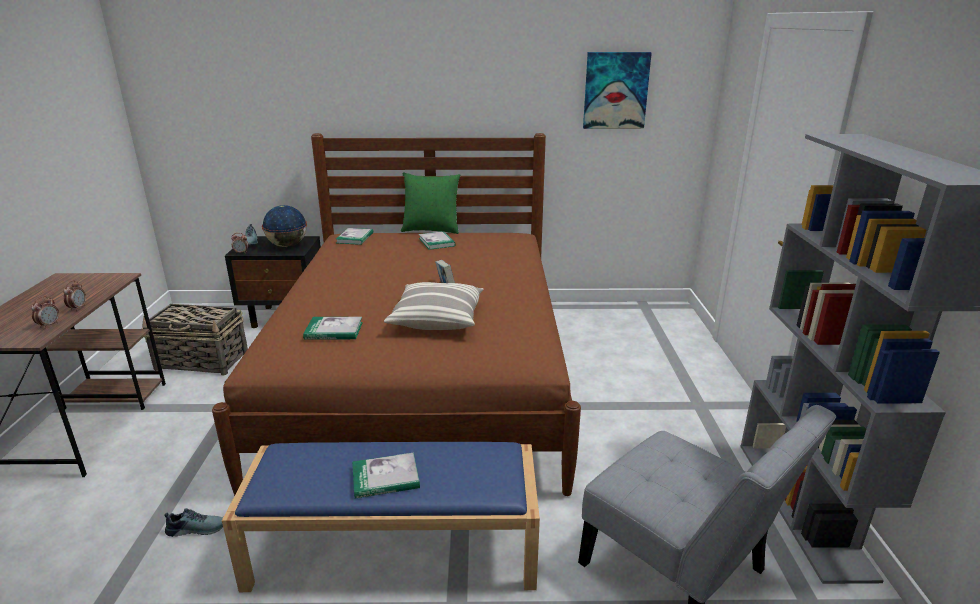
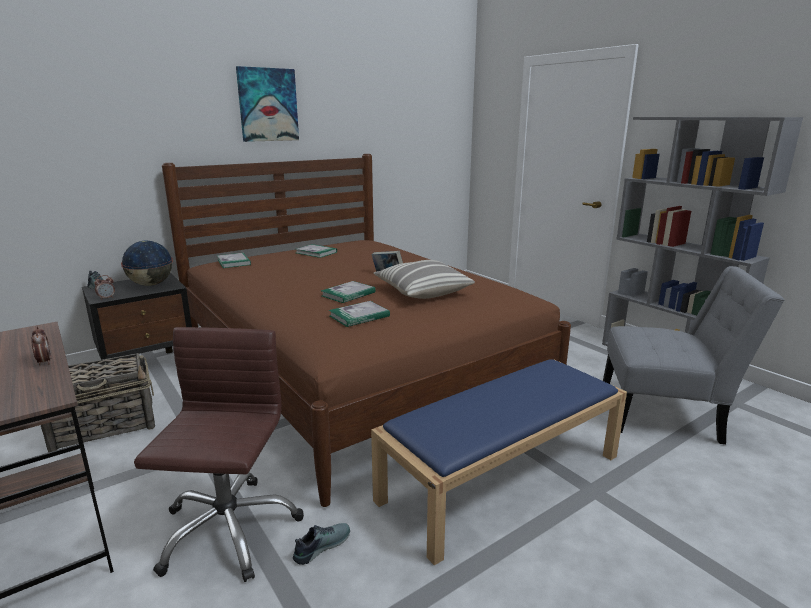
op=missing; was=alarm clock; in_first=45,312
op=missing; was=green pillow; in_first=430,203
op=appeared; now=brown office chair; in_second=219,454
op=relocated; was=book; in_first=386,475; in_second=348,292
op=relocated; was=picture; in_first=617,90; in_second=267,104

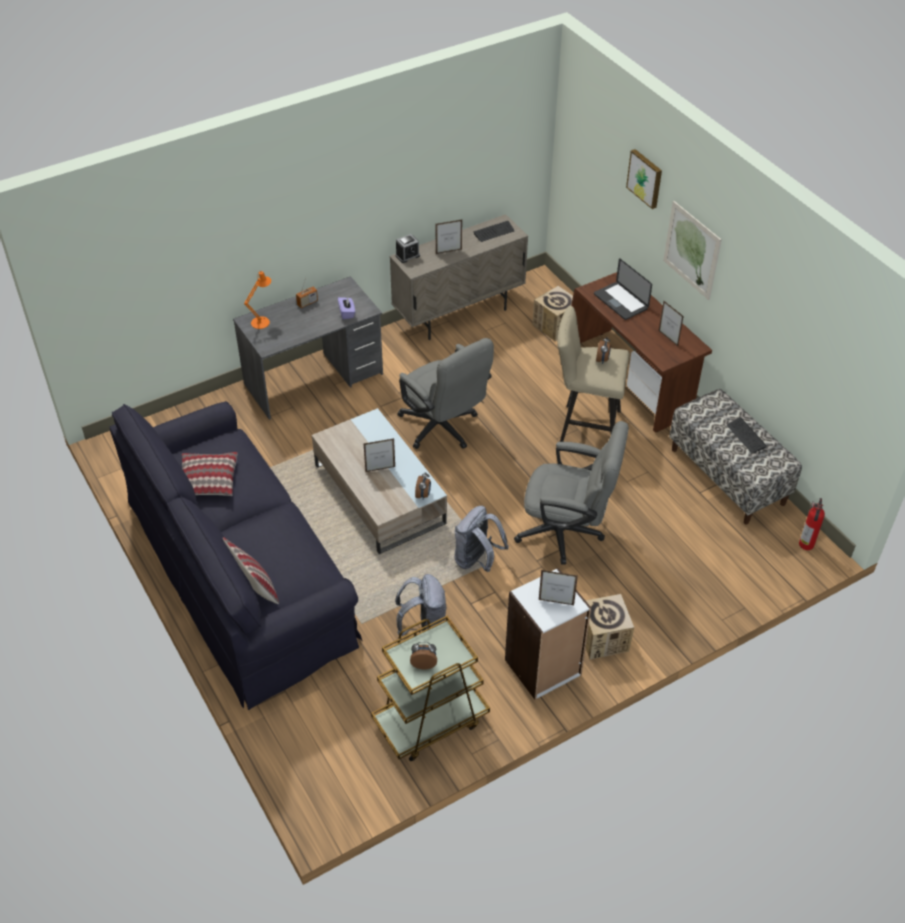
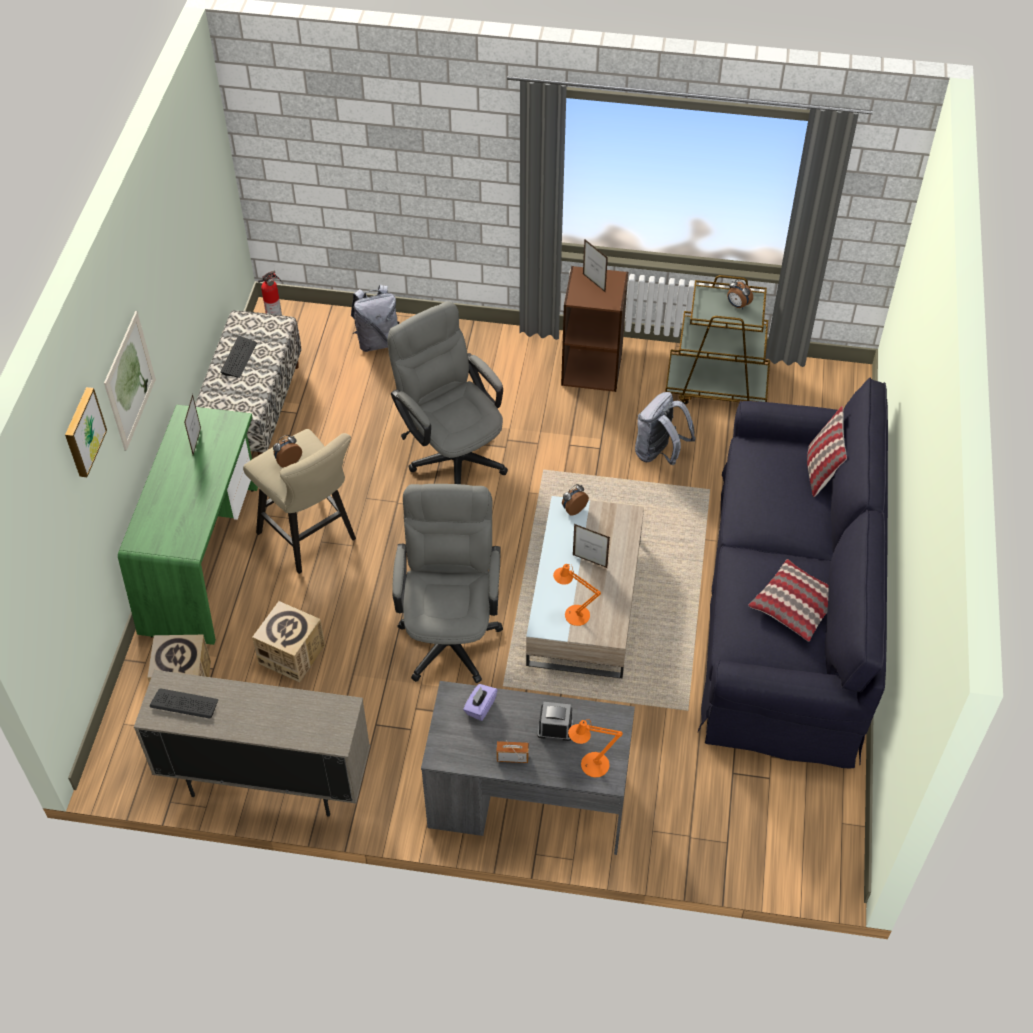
op=missing; was=picture frame; in_first=449,236
op=missing; was=laptop; in_first=623,289
op=appeared; now=orange table lamp; in_second=577,595
op=relocated; was=alarm clock; in_first=407,248; in_second=555,721
op=relocated; was=grey backpack; in_first=482,539; in_second=375,318
op=relocated; was=cardboard box; in_first=609,626; in_second=288,641
op=colour; was=white bookcase; now=brown bookcase; in_first=548,634; in_second=594,329
op=colour; was=brown desk; now=green desk; in_first=641,352; in_second=188,525

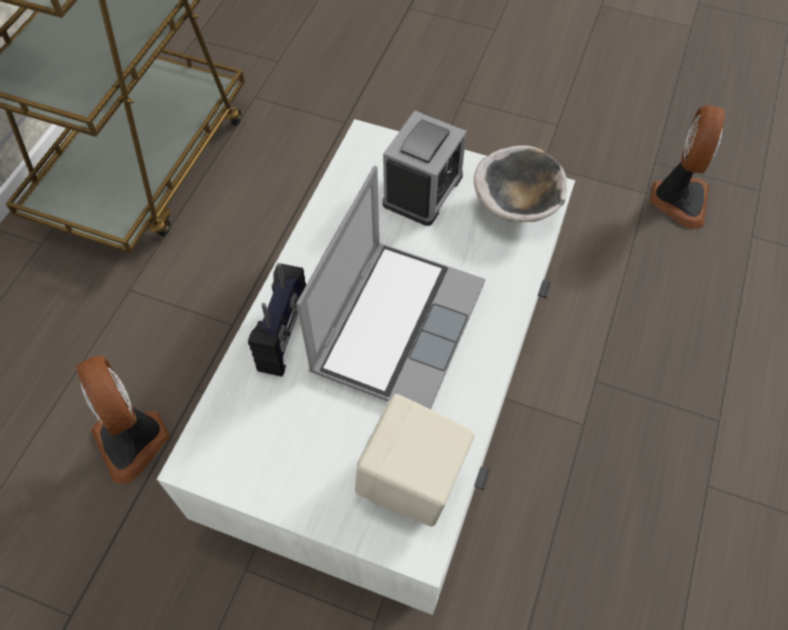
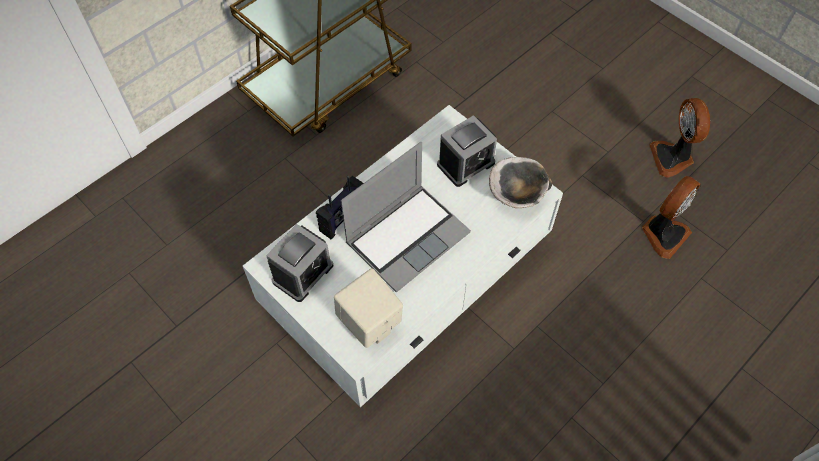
op=appeared; now=alarm clock; in_second=299,263
op=relocated; was=fan; in_first=122,420; in_second=679,137

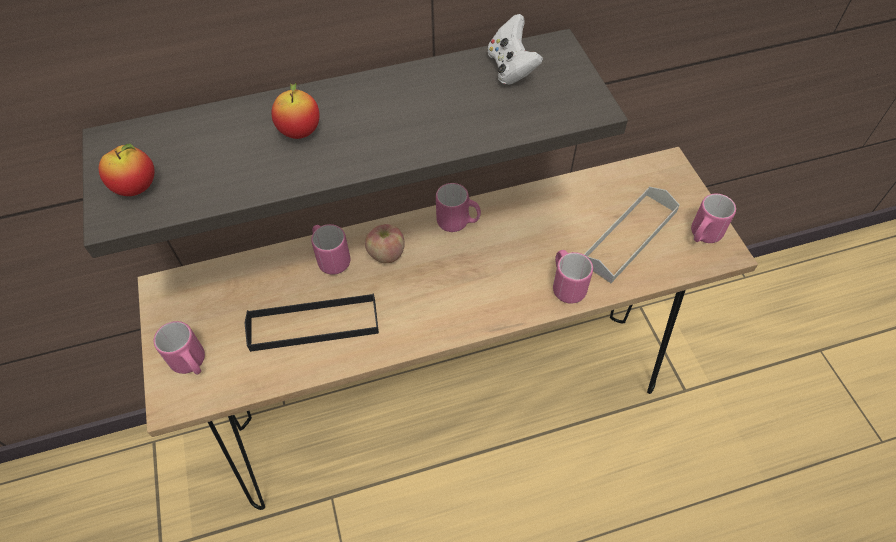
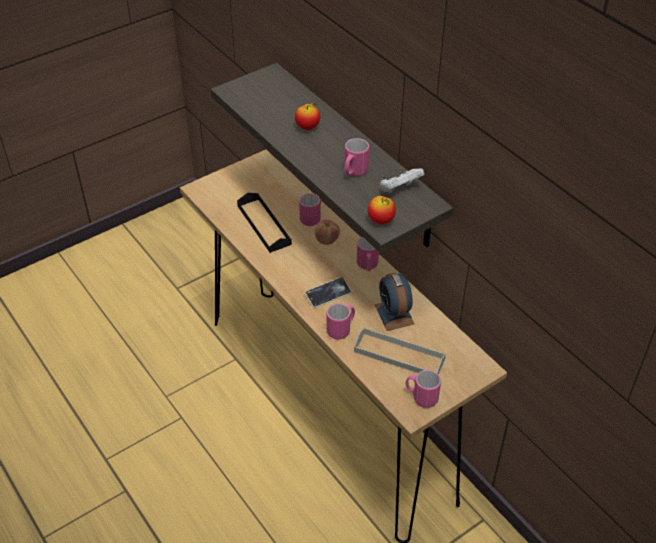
op=appeared; now=phone; in_second=328,292
op=appeared; now=alarm clock; in_second=394,302
op=relocated; was=apple; in_first=127,169; in_second=382,210
op=relocated; was=pink mug; in_first=179,348; in_second=356,157

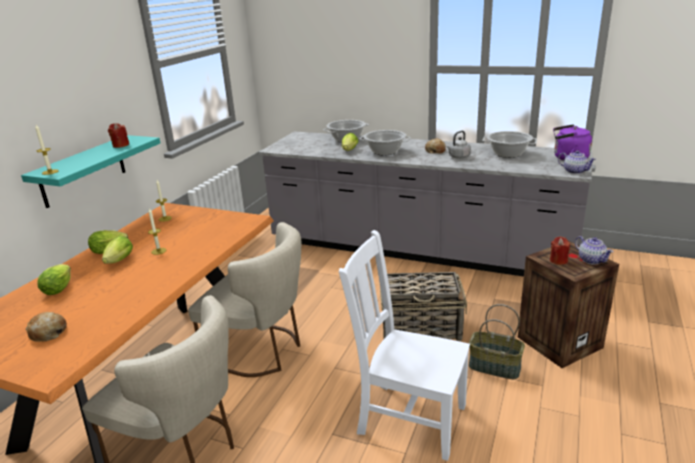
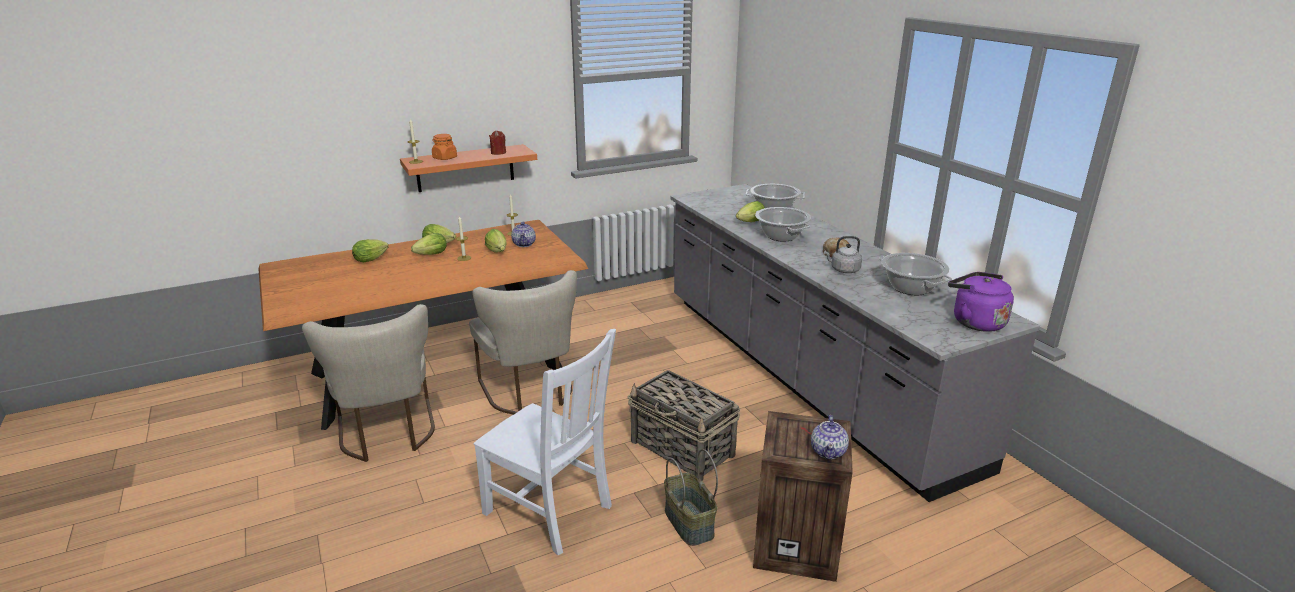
op=missing; was=bread; in_first=46,327
op=missing; was=red candle; in_first=560,250
op=appeared; now=orange jar; in_second=444,147
op=appeared; now=lettuce; in_second=495,241
op=relocated; was=teapot; in_first=577,162; in_second=523,234
op=colour; was=turquoise shelf; now=orange shelf; in_first=90,171; in_second=468,168
op=spun; was=white chair; in_first=404,345; in_second=544,442; clockwise=150

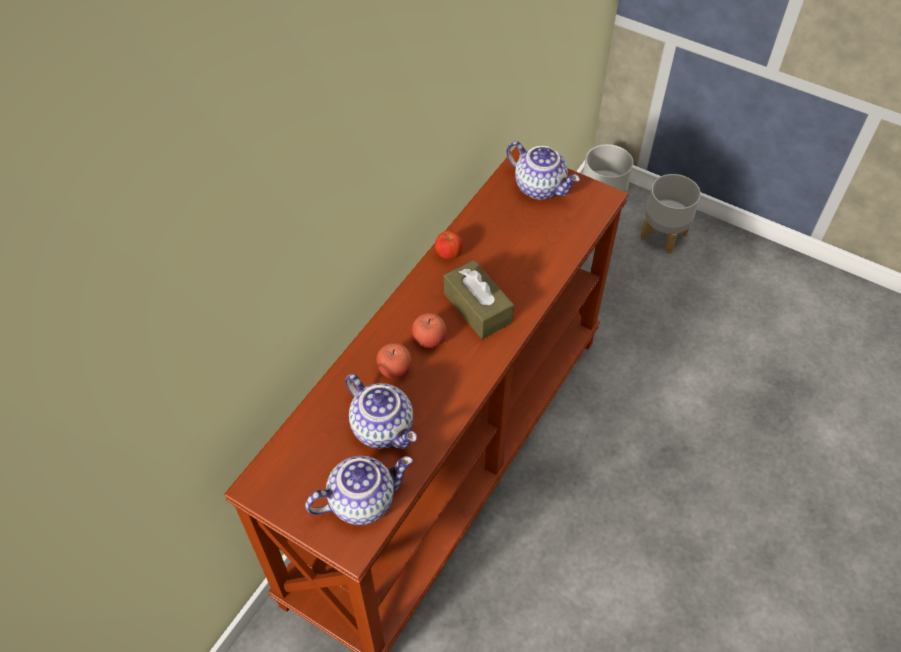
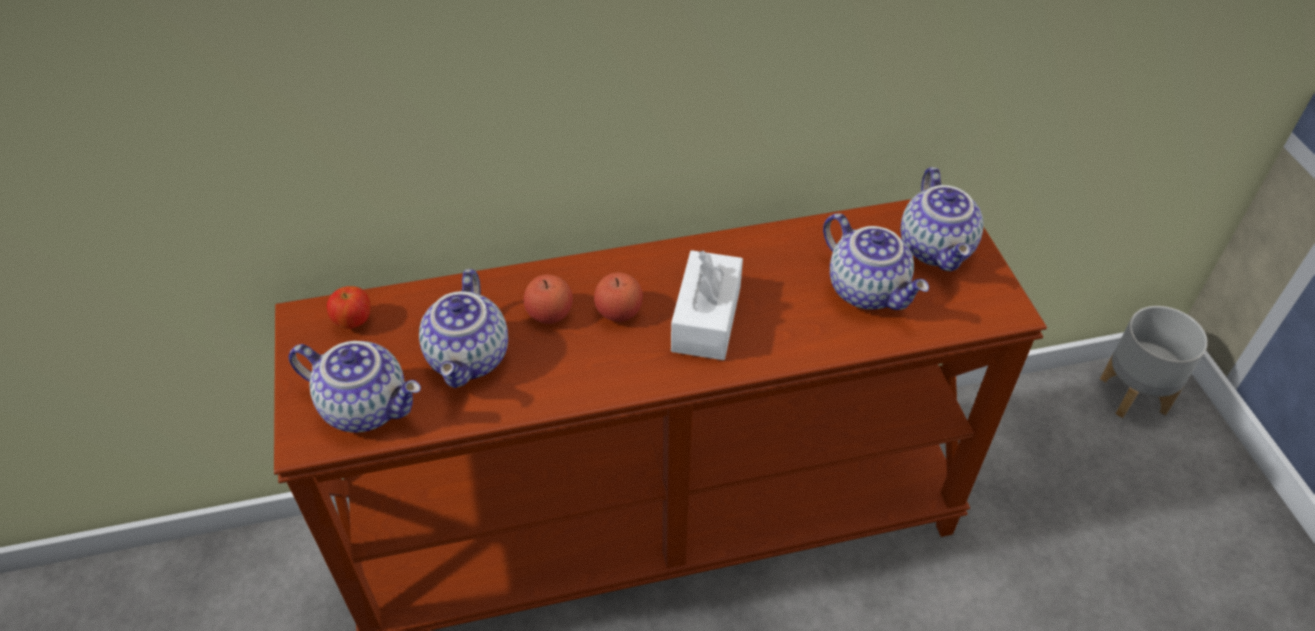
op=missing; was=grey planter; in_first=670,214
op=appeared; now=teapot; in_second=876,261
op=relocated; was=apple; in_first=449,244; in_second=349,307
op=colour; was=brown tissue box; now=white tissue box; in_first=479,299; in_second=707,305

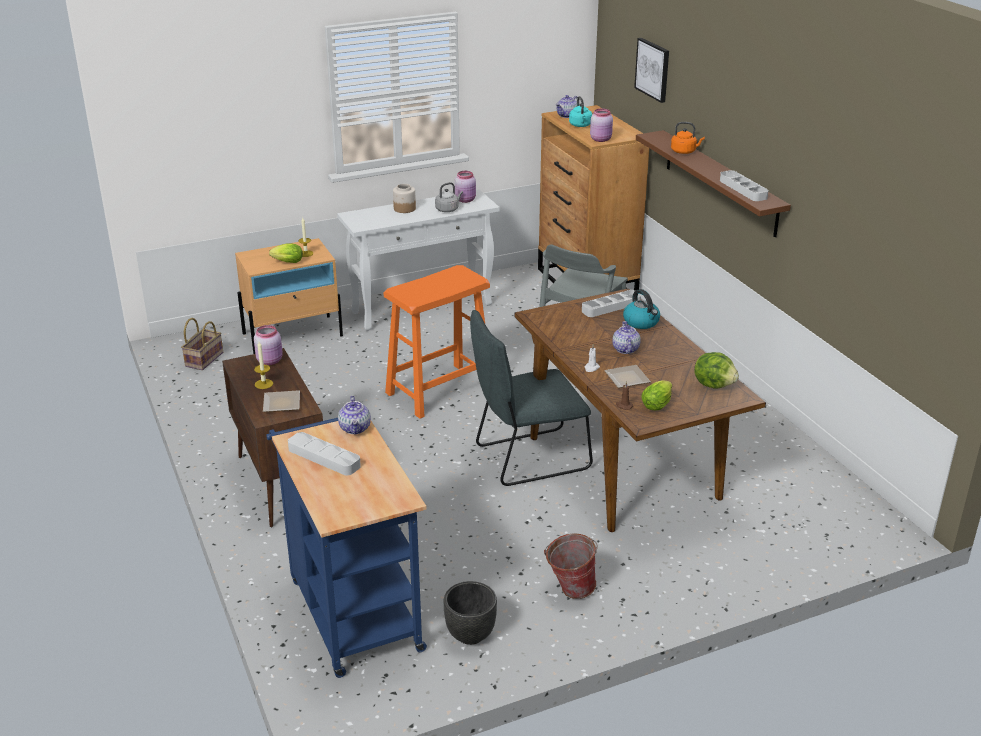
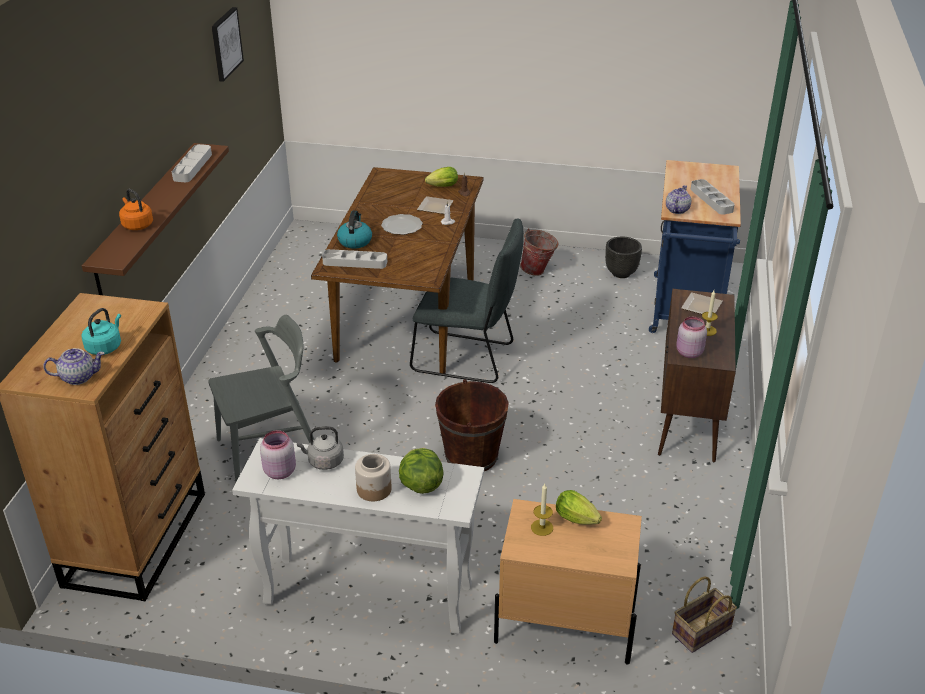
op=missing; was=pink jar; in_first=601,125
op=relocated; was=picture; in_first=651,70; in_second=227,44
op=relocated; was=lettuce; in_first=716,370; in_second=421,471
op=exchanged; was=orange stool; now=brown bucket; in_first=437,342; in_second=472,425
op=exchanged; was=teapot; now=plate; in_first=626,337; in_second=402,224

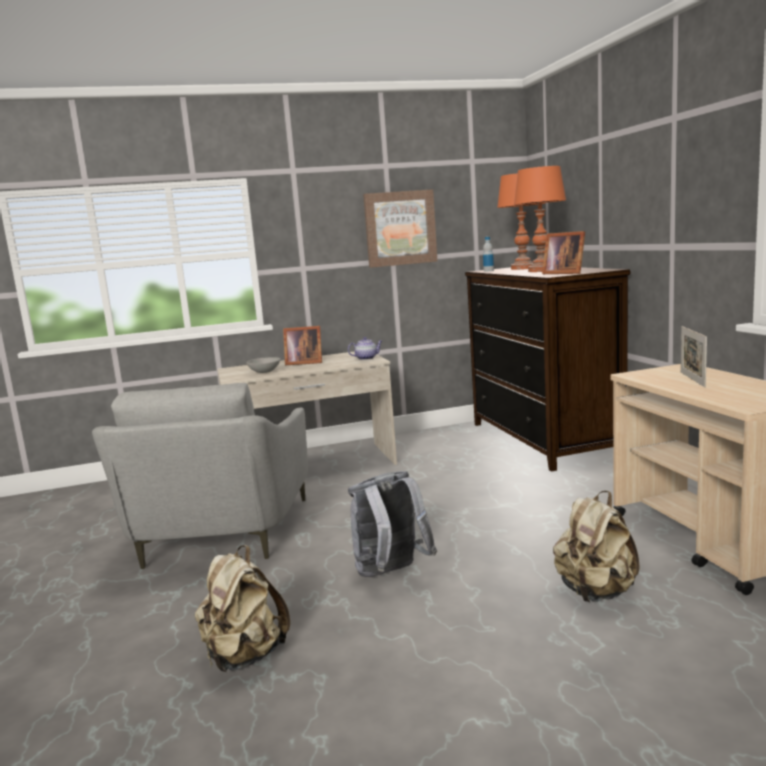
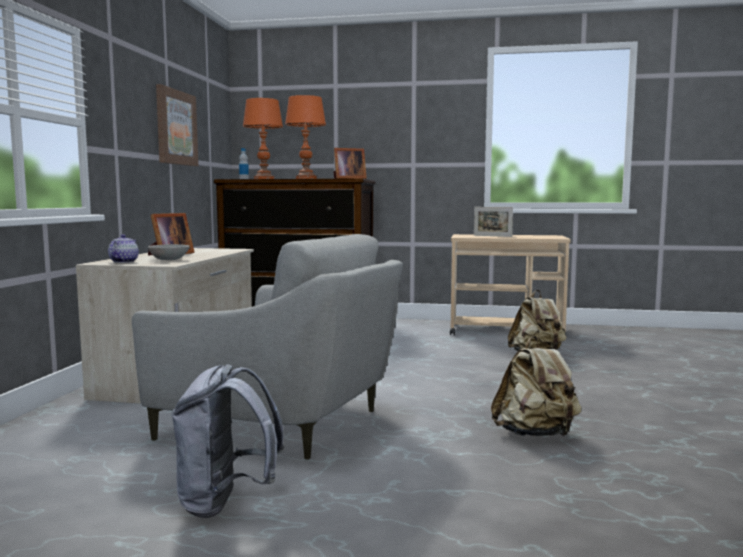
op=relocated; was=teapot; in_first=365,348; in_second=123,248
op=relocated; was=grey backpack; in_first=392,524; in_second=227,441

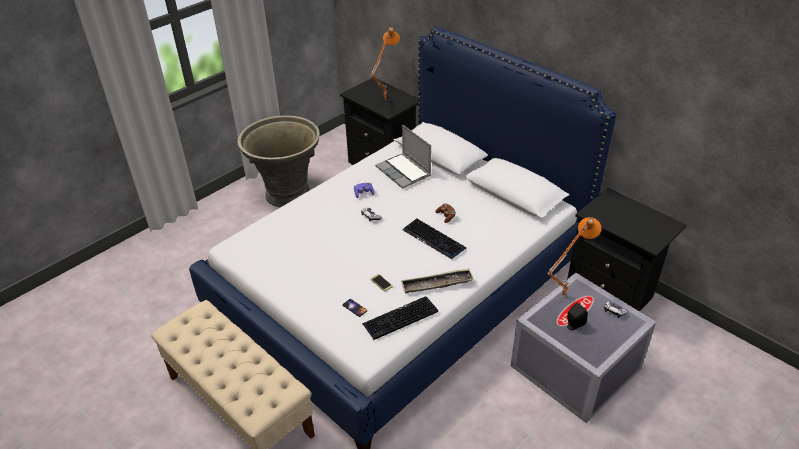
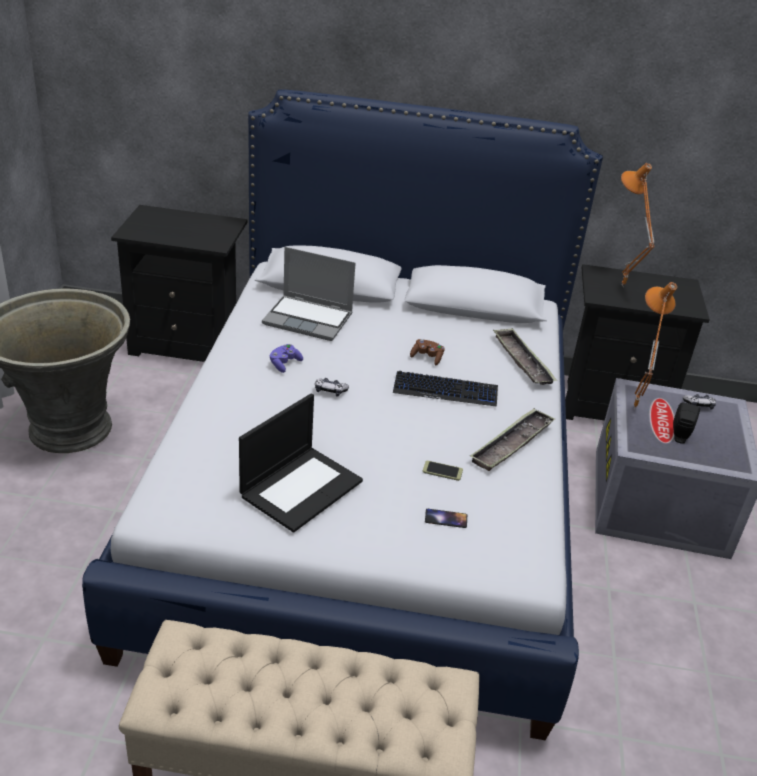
op=missing; was=keyboard; in_first=400,318
op=appeared; now=laptop; in_second=301,463
op=appeared; now=tray; in_second=525,356
op=relocated; was=orange table lamp; in_first=385,63; in_second=638,225

